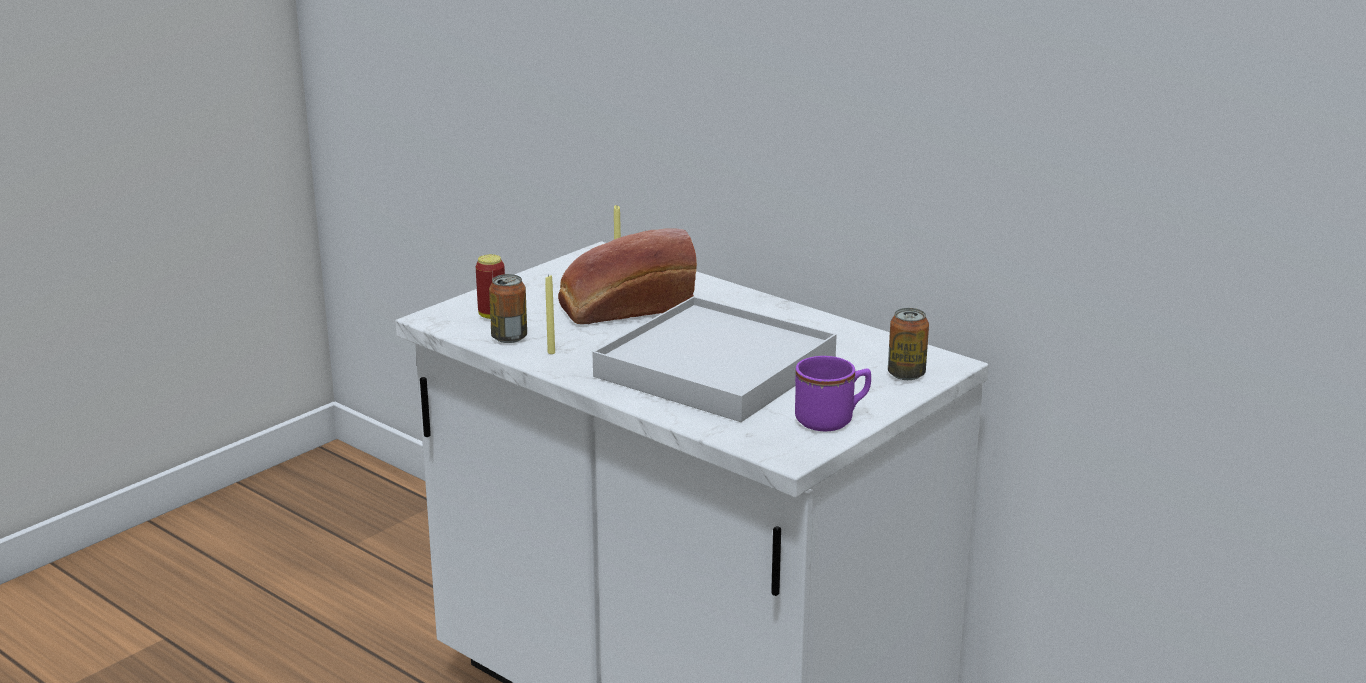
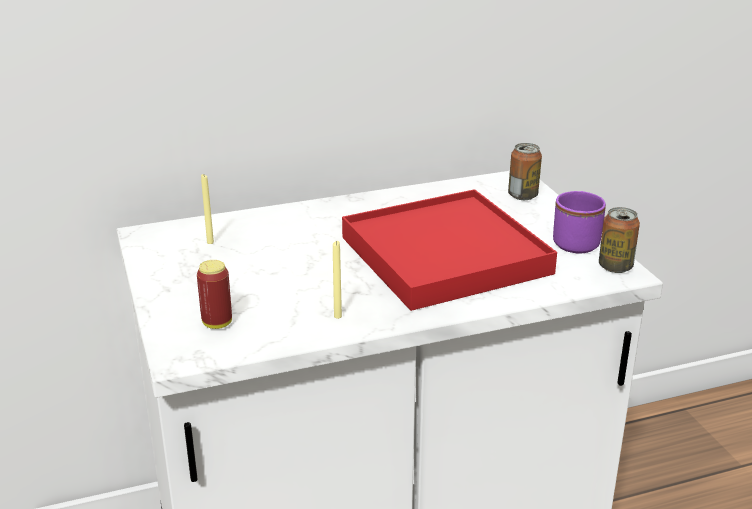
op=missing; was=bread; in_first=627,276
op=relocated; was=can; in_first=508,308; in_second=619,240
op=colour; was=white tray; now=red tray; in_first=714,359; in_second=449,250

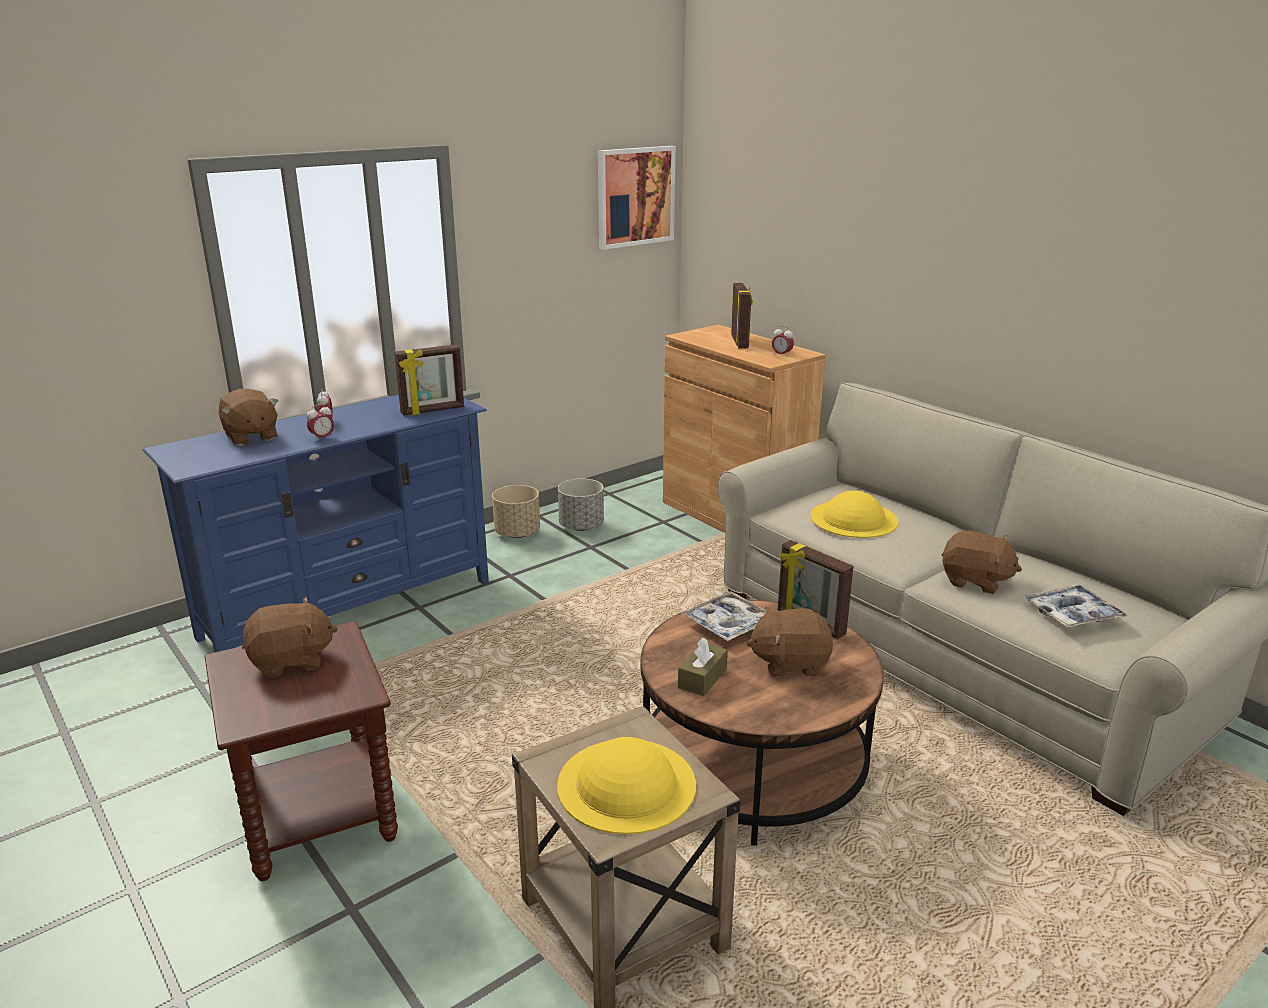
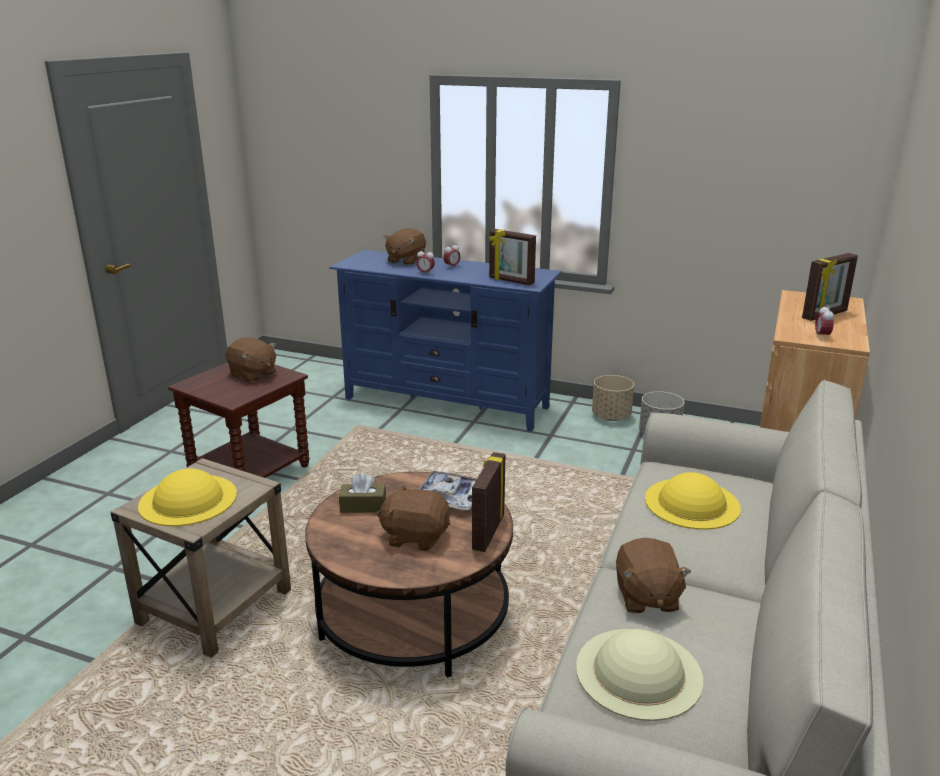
op=missing; was=picture; in_first=636,198
op=exchanged; was=tray; now=beige hat; in_first=1075,606; in_second=639,675
op=spun; was=brown plush toy; in_first=790,641; in_second=413,518; clockwise=-45

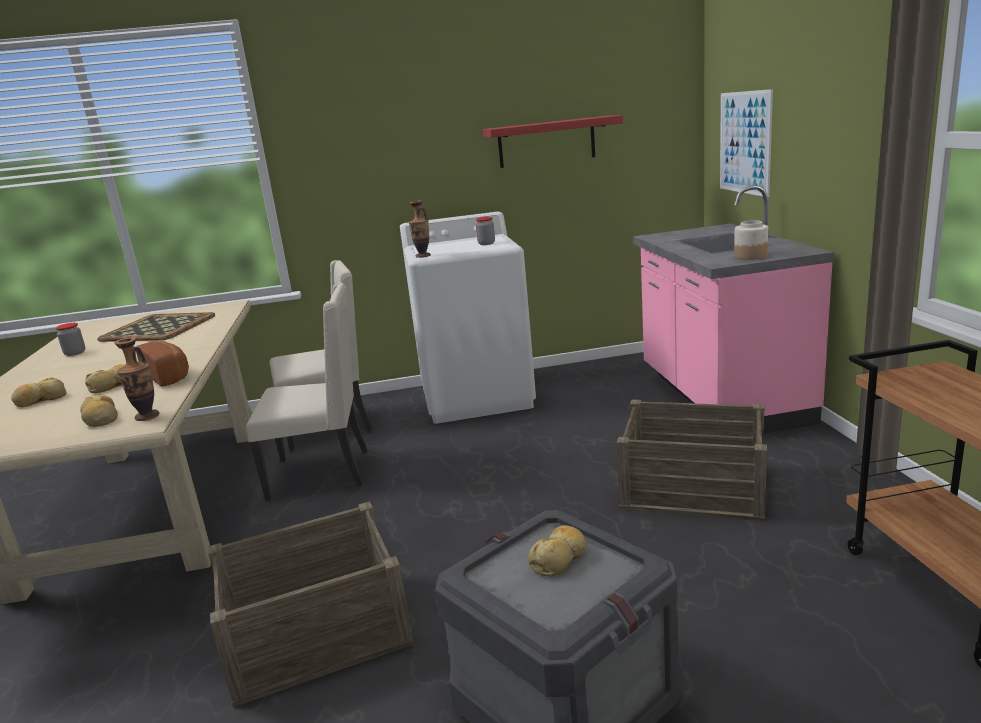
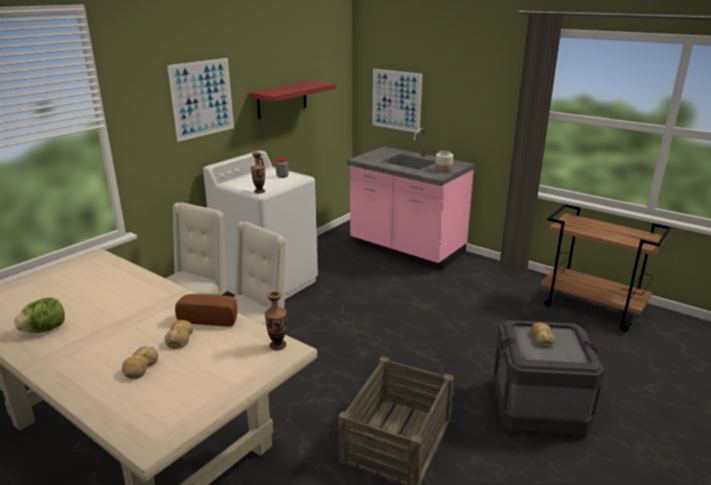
op=missing; was=bread; in_first=99,410
op=missing; was=tray; in_first=156,327
op=missing; was=crate; in_first=692,460
op=appeared; now=picture; in_second=200,100
op=exchanged; was=jar; now=lettuce; in_first=70,339; in_second=39,315

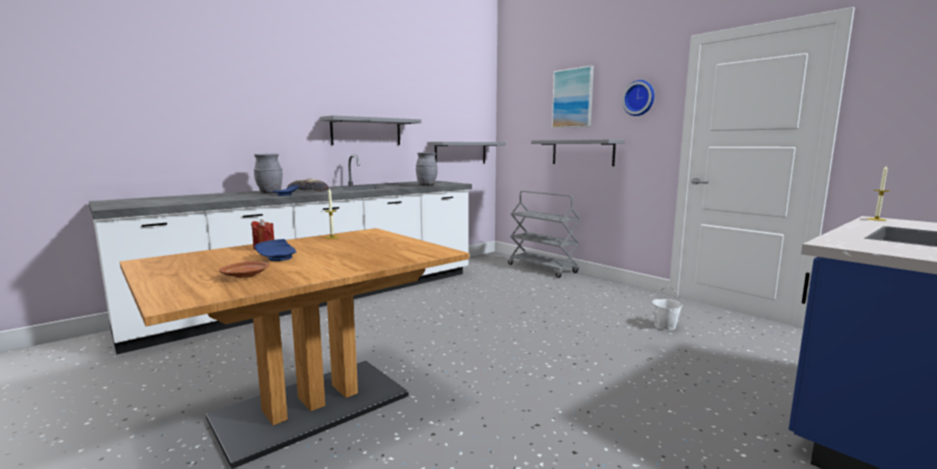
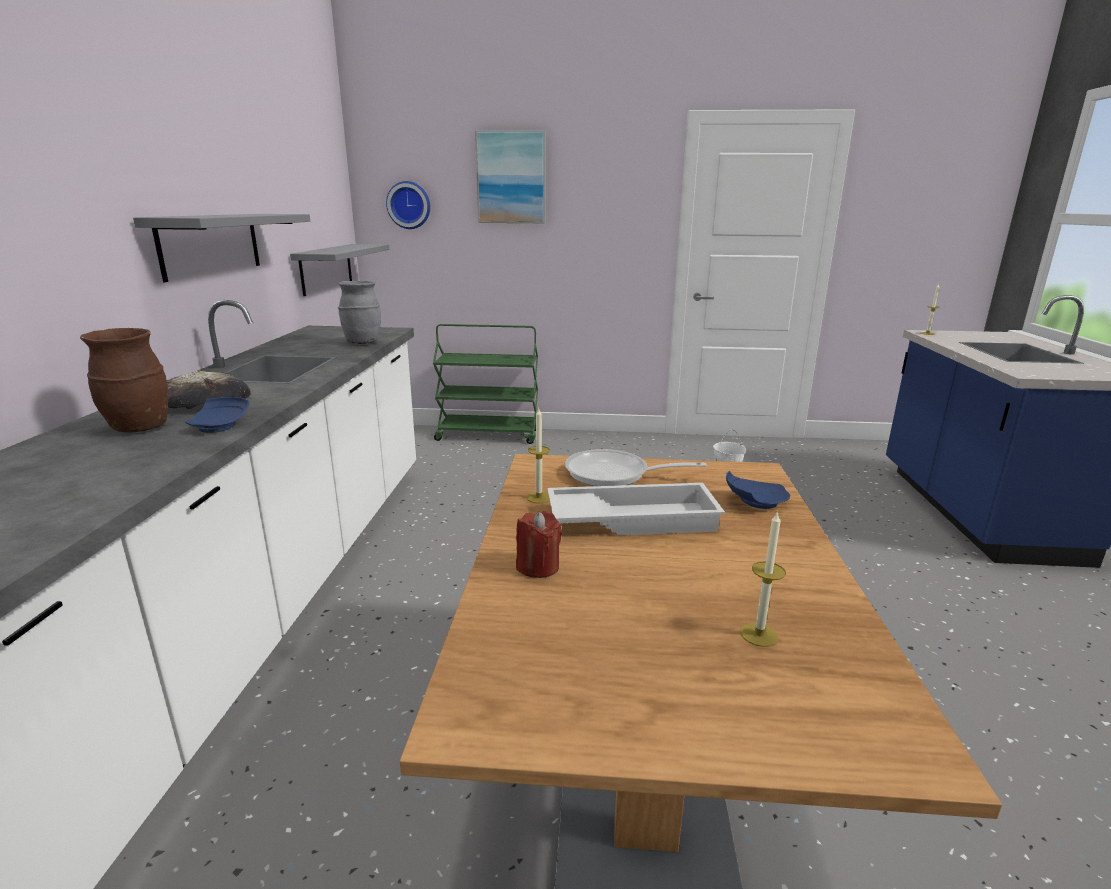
op=missing; was=grey shelf; in_first=578,153
op=appeared; now=white tray; in_second=636,509
op=appeared; now=frying pan; in_second=636,467
op=relocated; was=blue plate; in_first=275,250; in_second=758,490
op=relocated; was=wall clock; in_first=638,98; in_second=408,205
op=exchanged; was=brown plate; now=candle; in_first=244,269; in_second=763,579
op=colour; was=grey vase; now=brown vase; in_first=268,173; in_second=124,380
op=colour; was=grey cart; now=green cart; in_first=544,234; in_second=485,384

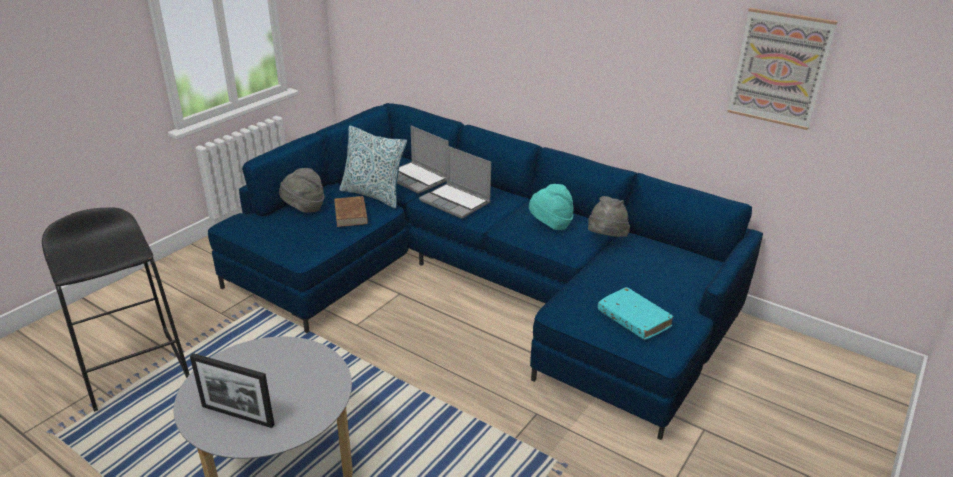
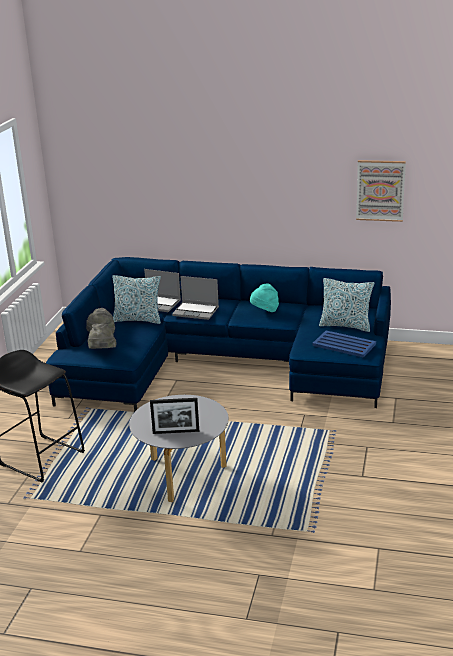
op=missing; was=brown book; in_first=351,211
op=appeared; now=pillow; in_second=347,305
op=relocated; was=grey hat; in_first=609,216; in_second=102,336
op=exchanged; was=turquoise book; now=blue tray; in_first=635,313; in_second=344,344

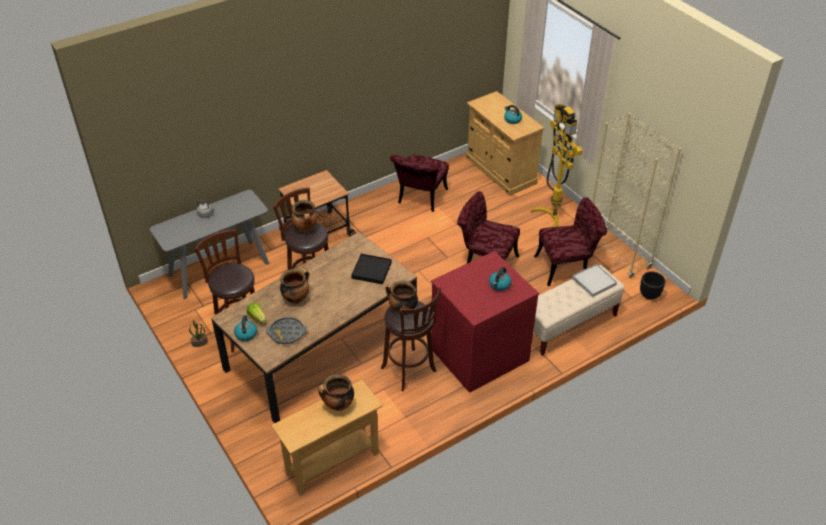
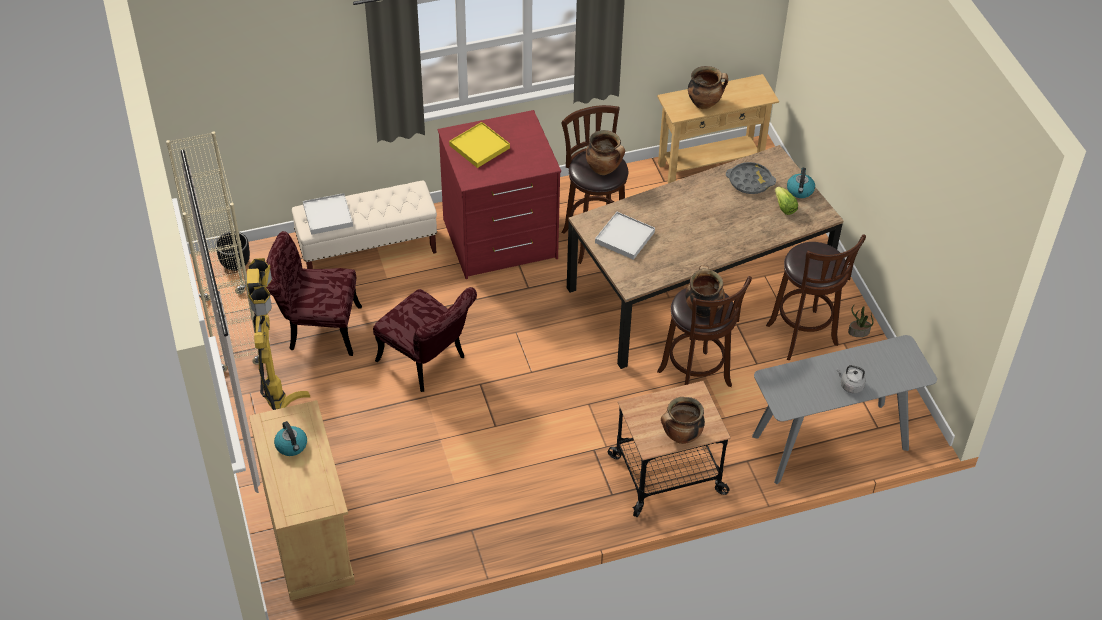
op=missing; was=red chair; in_first=419,183
op=relocated; was=cooking pot; in_first=294,286; in_second=683,420
op=exchanged; was=kettle; now=yellow tray; in_first=500,279; in_second=479,145
op=colour; was=black tray; now=white tray; in_first=371,269; in_second=625,236

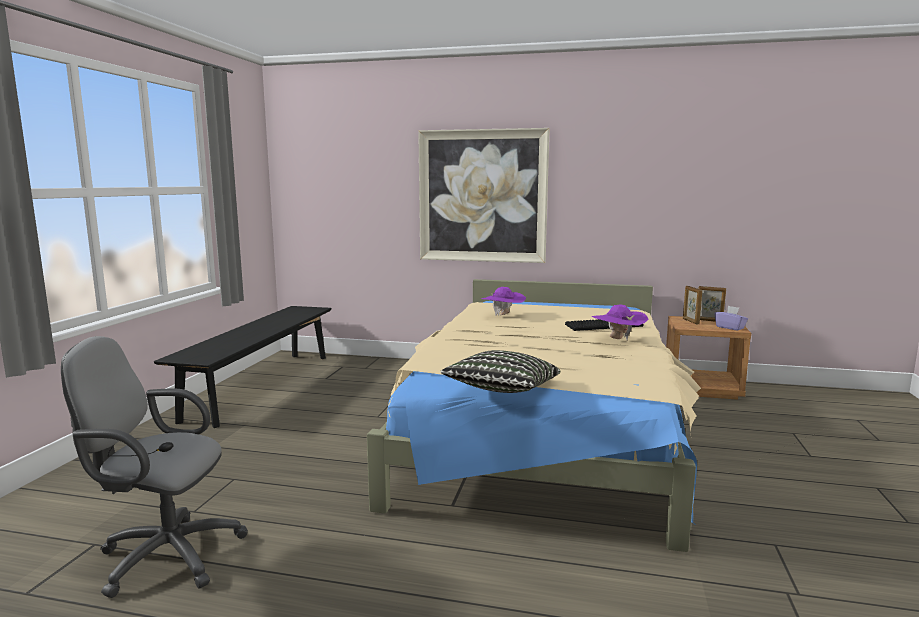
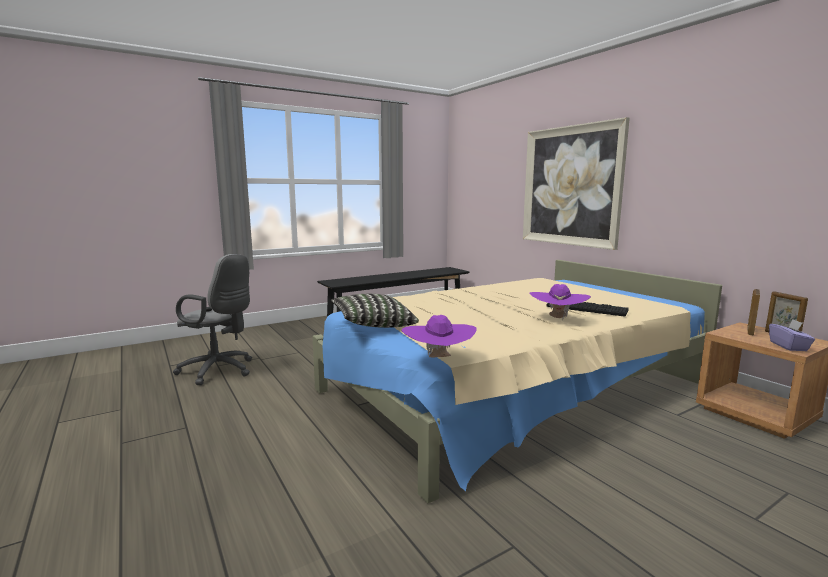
op=relocated; was=purple hat; in_first=503,301; in_second=439,336
op=spun; was=grey office chair; in_first=154,467; in_second=212,319; clockwise=150

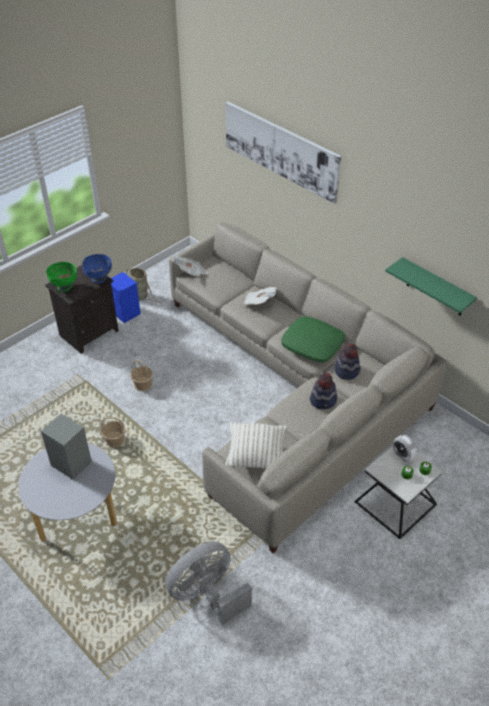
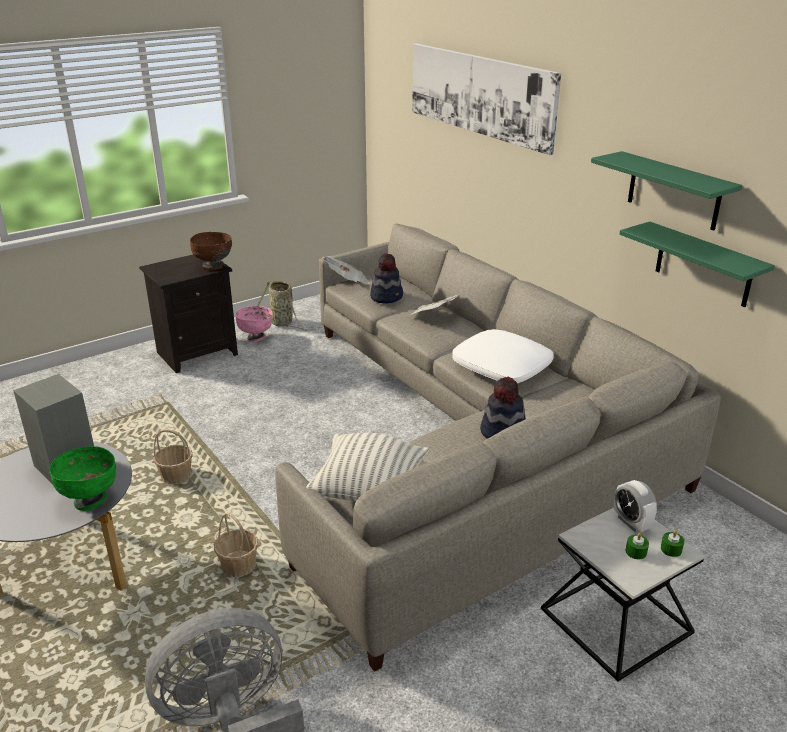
op=appeared; now=green shelf; in_second=666,191
op=relocated; was=green bowl; in_first=61,277; in_second=82,478
op=relocated; was=basket; in_first=142,375; in_second=236,544
op=relocated; was=hat; in_first=347,361; in_second=386,278
op=exchanged; was=blue speaker; now=pink bowl; in_first=126,297; in_second=254,324
op=colour; was=blue bowl; now=brown bowl; in_first=97,269; in_second=211,251
op=colour; was=green pillow; now=white pillow; in_first=313,339; in_second=503,356

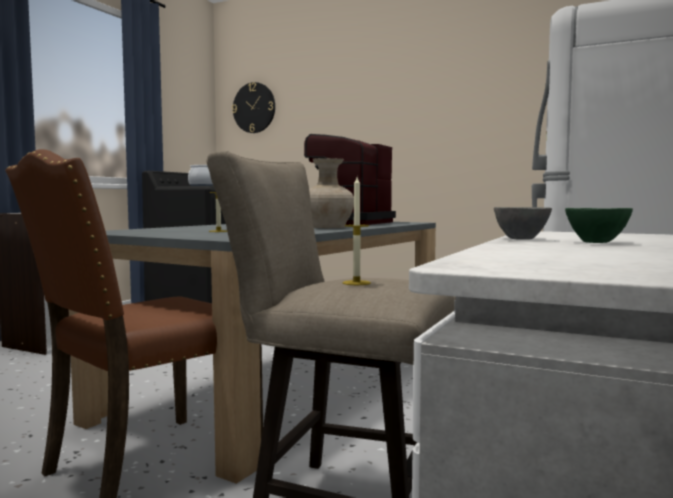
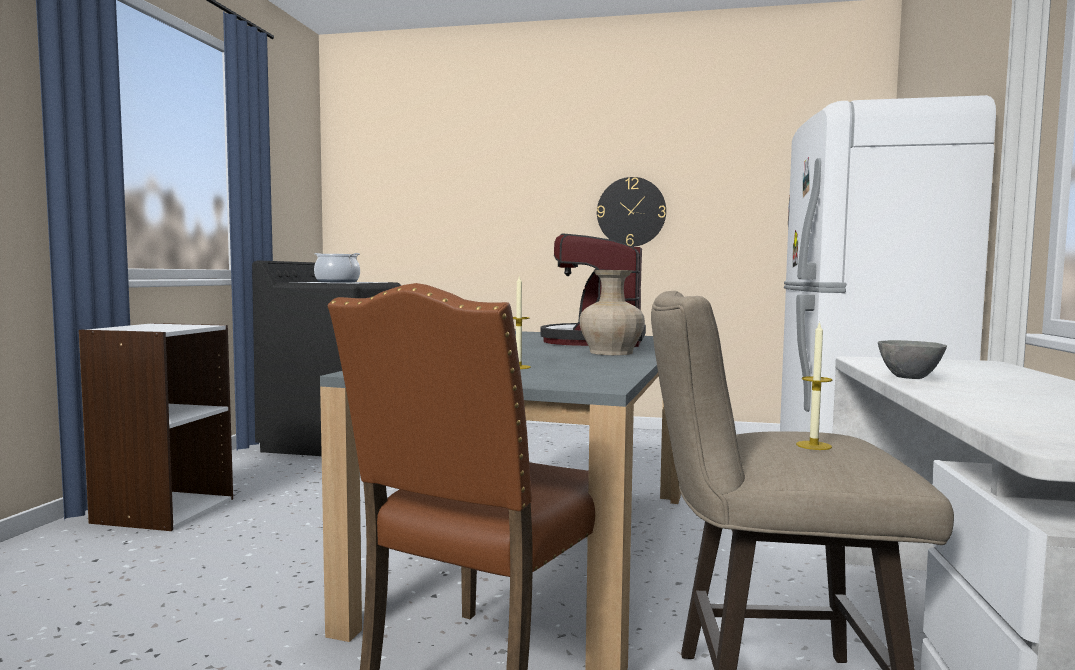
op=missing; was=green bowl; in_first=599,225
op=relocated; was=wall clock; in_first=253,107; in_second=631,212

